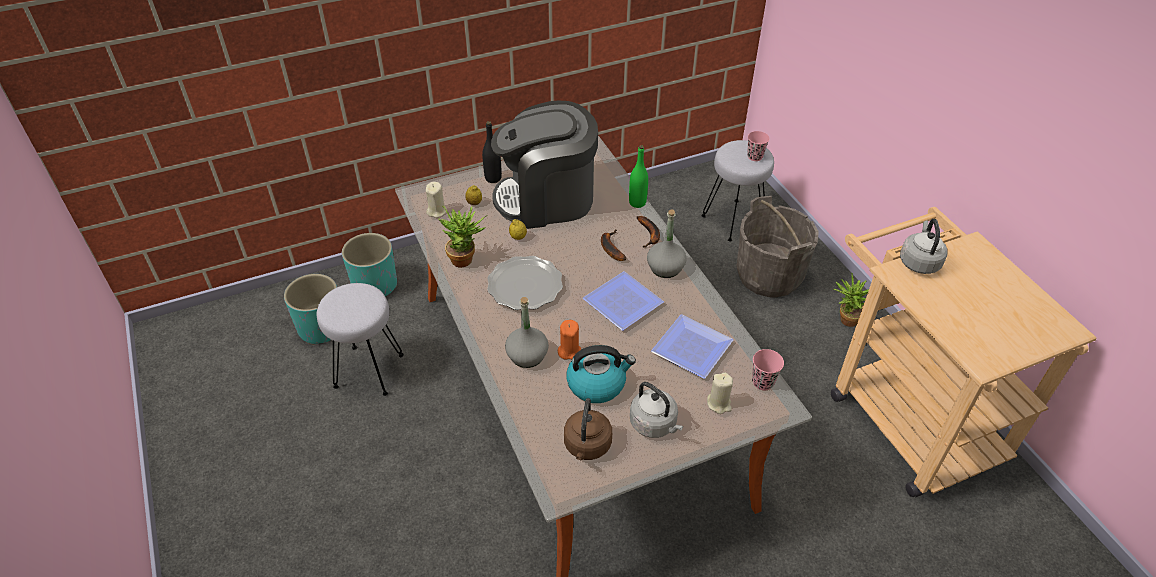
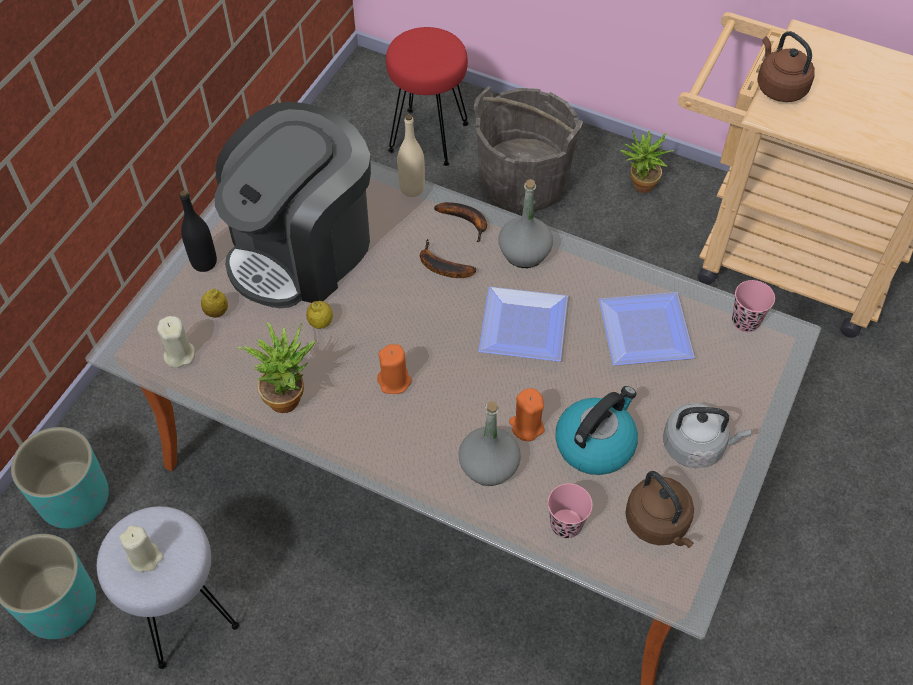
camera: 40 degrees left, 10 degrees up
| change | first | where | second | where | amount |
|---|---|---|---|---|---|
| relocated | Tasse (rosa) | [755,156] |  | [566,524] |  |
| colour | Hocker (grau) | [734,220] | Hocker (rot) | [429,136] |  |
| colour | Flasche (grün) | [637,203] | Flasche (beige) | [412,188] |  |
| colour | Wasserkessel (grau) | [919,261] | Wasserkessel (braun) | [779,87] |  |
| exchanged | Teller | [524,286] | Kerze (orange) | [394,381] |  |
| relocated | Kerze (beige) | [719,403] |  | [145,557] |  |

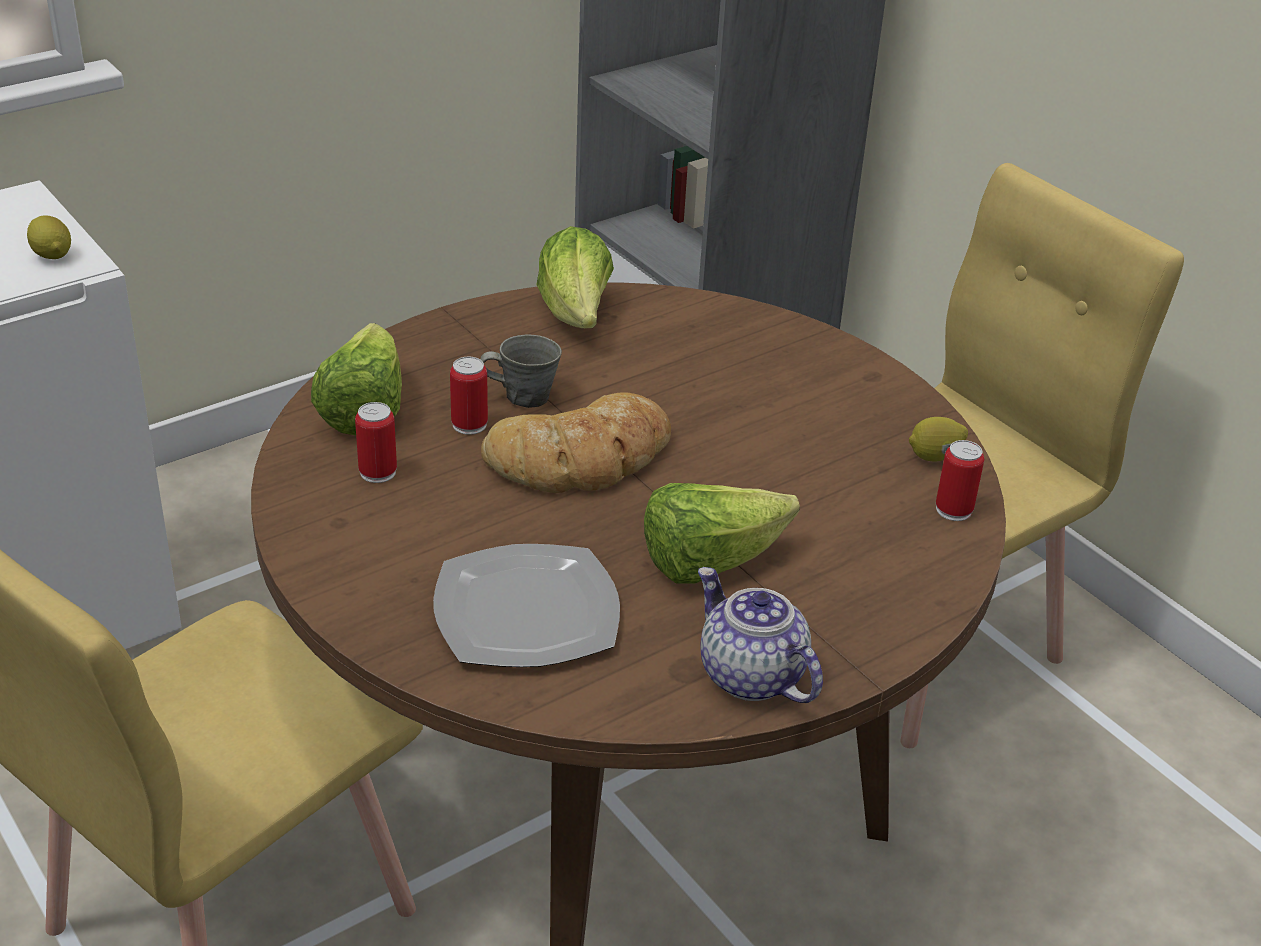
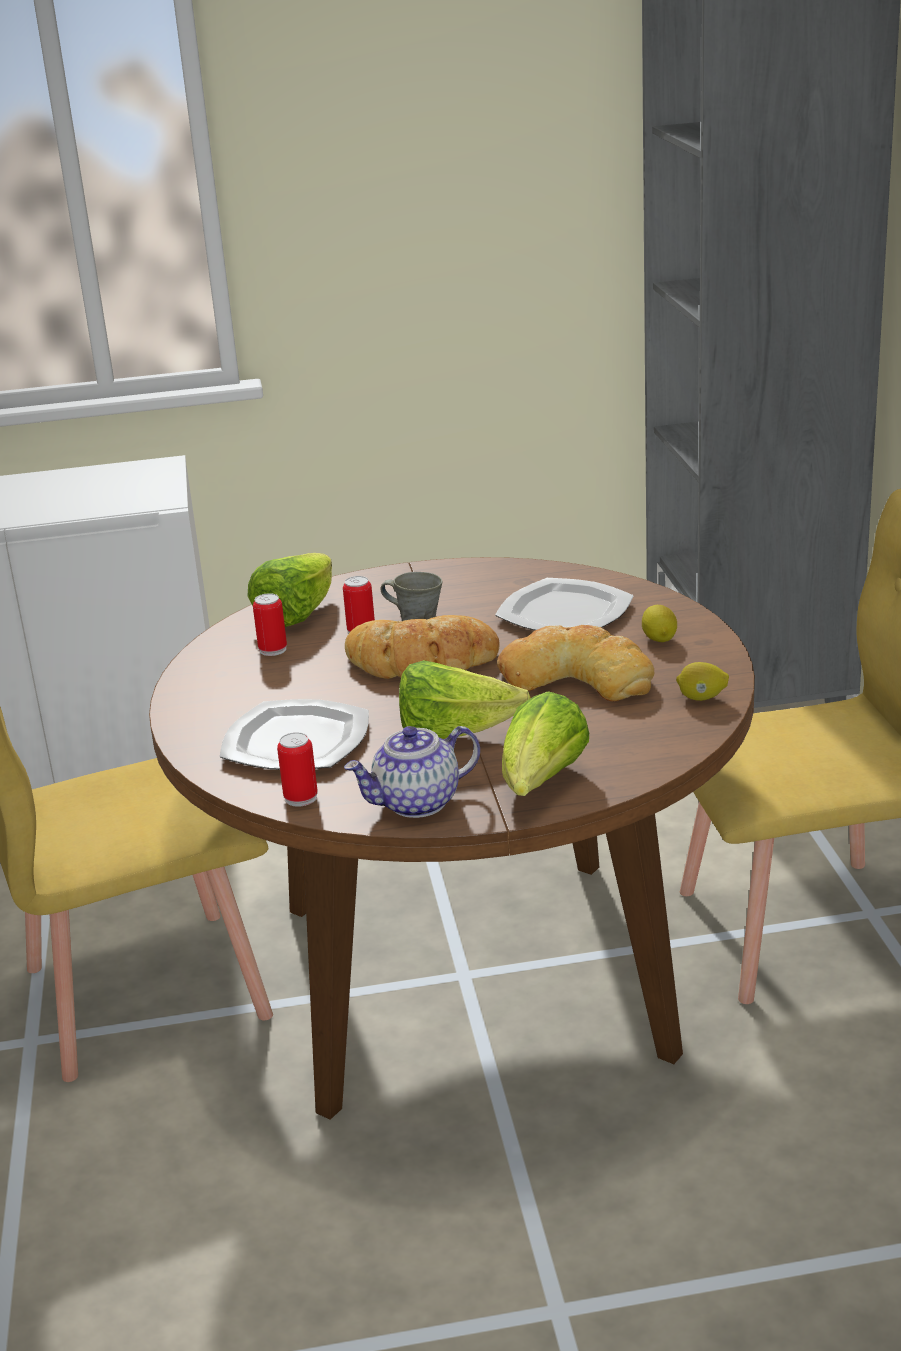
camera: 30 degrees right, 10 degrees down
| change | first | where | second | where | amount |
|---|---|---|---|---|---|
| relocated | Zitrone | [52,255] |  | [659,638] |  |
| relocated | Salatkopf | [576,315] |  | [542,783] |  |
| relocated | Dose | [953,510] |  | [301,798] |  |
| spun | Teekanne | [749,675] |  | [416,803] | 105 degrees counterclockwise |
| appeared |  |  | Teller | [566,612] |  |
| appeared |  |  | Brot | [577,677] |  |

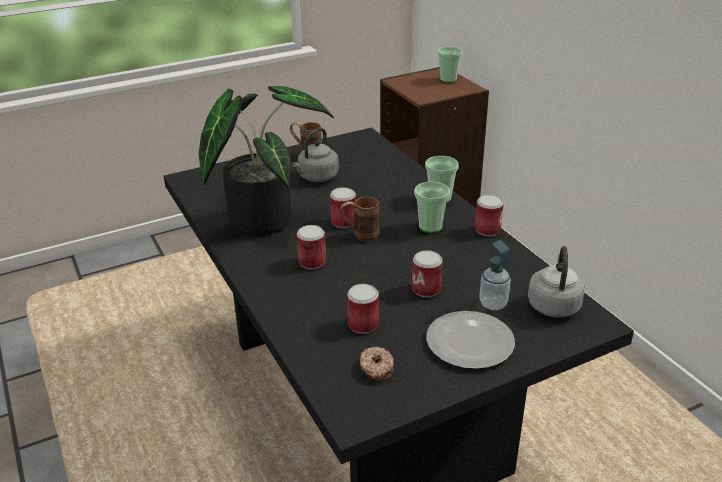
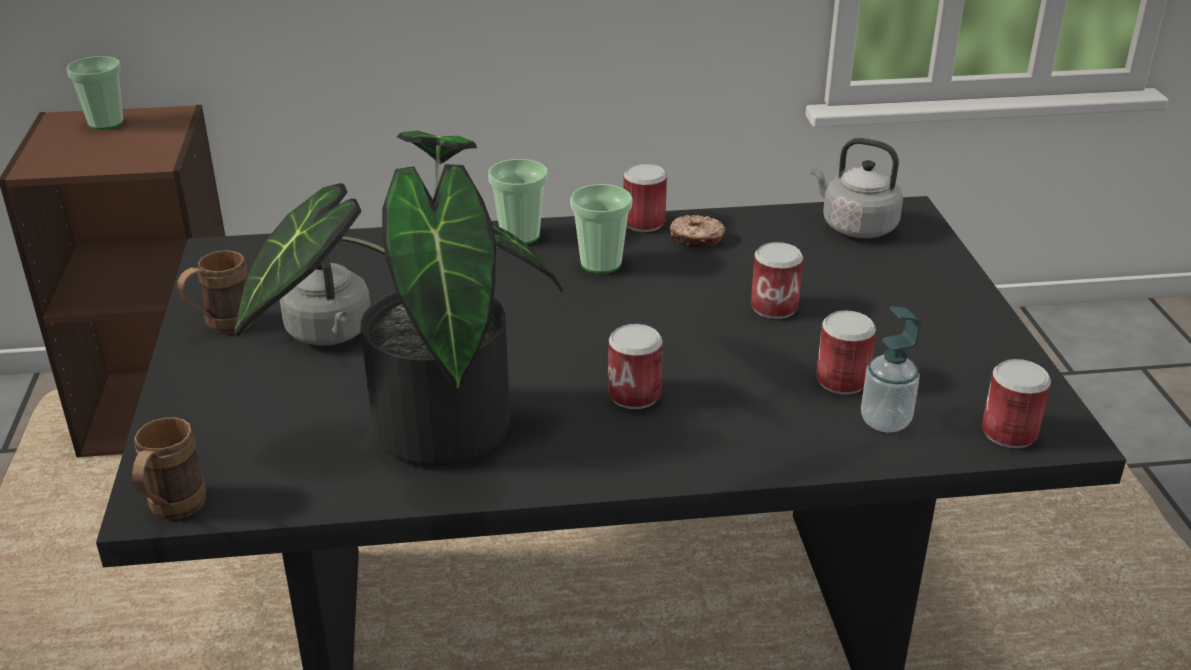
camera: 70 degrees left, 0 degrees up
| change | first | where | second | where | amount |
|---|---|---|---|---|---|
| relocated | Dose | [343,222] |  | [1009,432] |  |
| relocated | Henkelbecher (braun) | [360,236] |  | [171,511] |  |
| relocated | Seifenspender | [493,304] |  | [885,421] |  |
| missing | Teller | [471,342] |  |  |  |
| relocated | Donut | [376,368] |  | [696,239] |  |

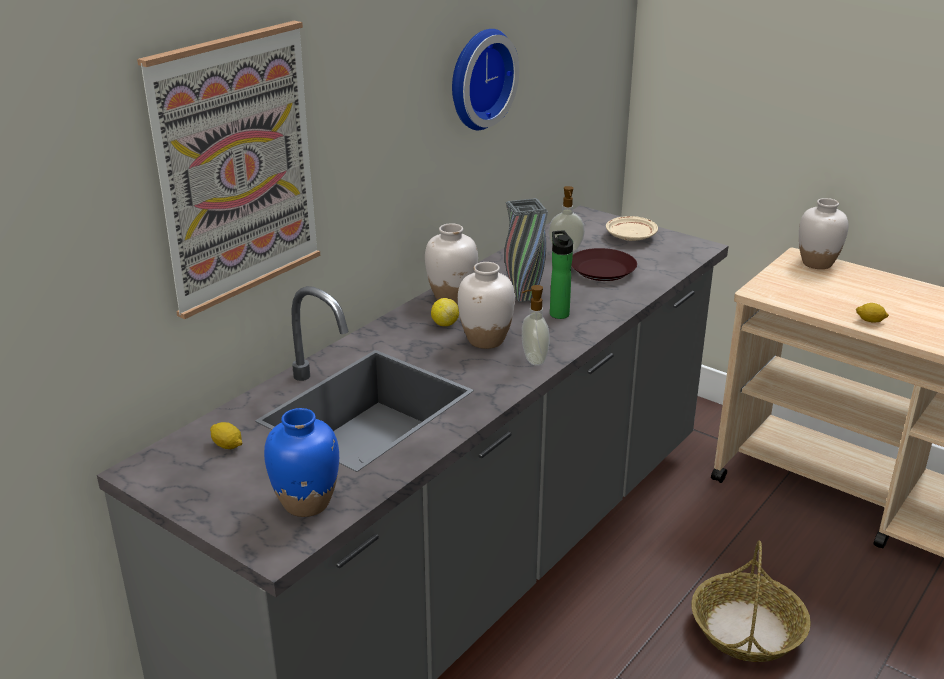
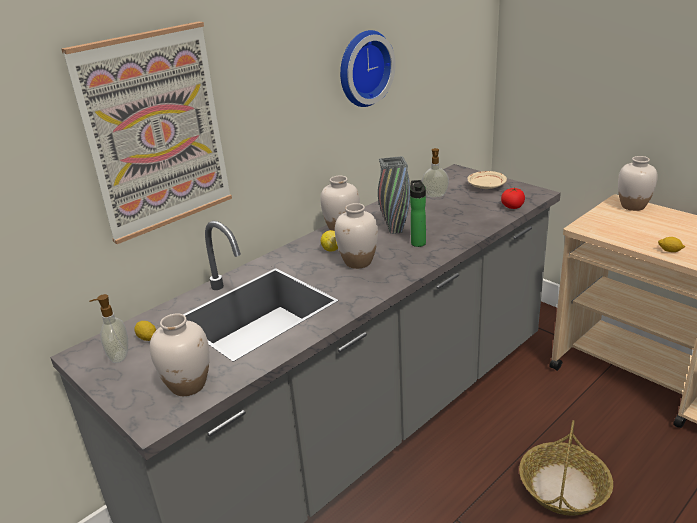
camera: 10 degrees right, 0 degrees up
| change | first | where | second | where | amount |
|---|---|---|---|---|---|
| missing | Teller (braun) | [601,270] |  |  |  |
| relocated | Seifenspender | [533,359] |  | [118,356] |  |
| colour | Vase (blau) | [307,503] | Vase (weiß) | [188,385] |  |
| appeared |  |  | Tomate | [512,207] |  |

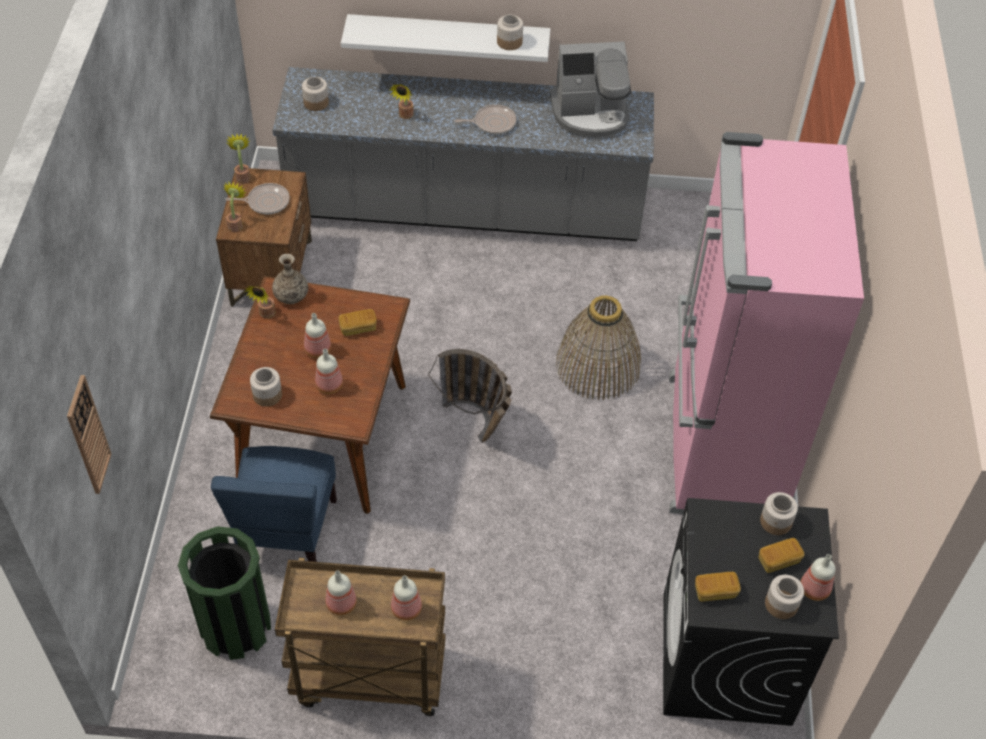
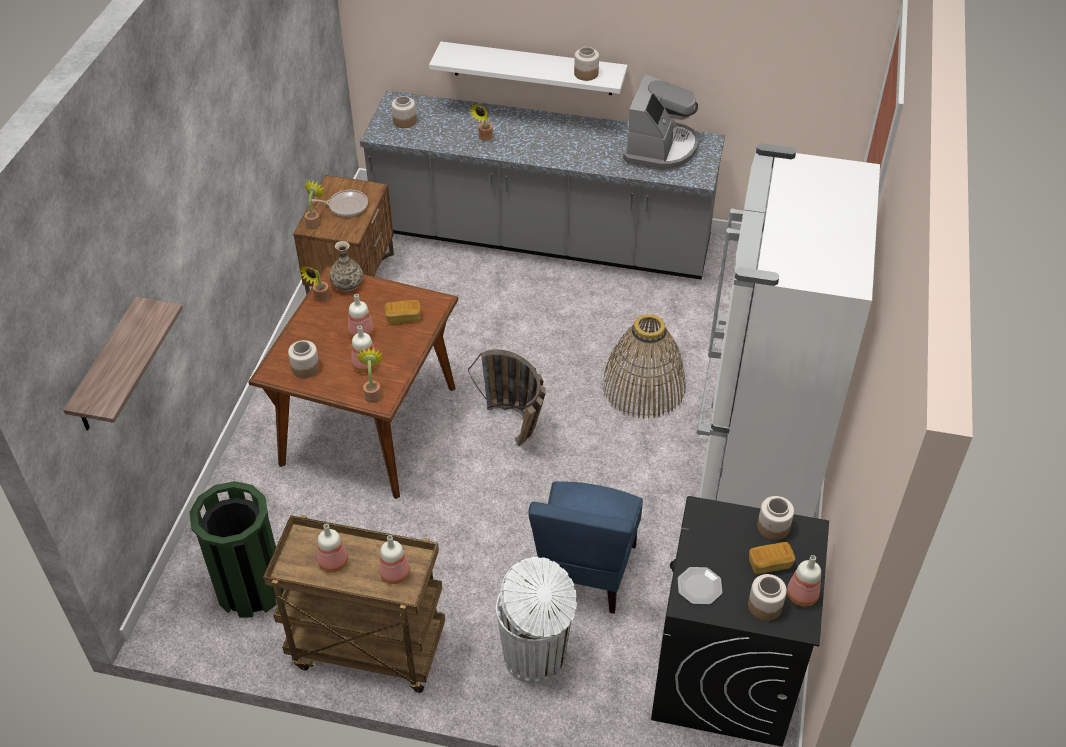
camera: 10 degrees right, 5 degrees down
| change | first | where | second | where | amount |
|---|---|---|---|---|---|
| spun | Kaffeemaschine | [590,113] |  | [660,148] | 75 degrees counterclockwise |
| missing | Pfanne | [492,123] |  |  |  |
| colour | Kühlschrank (rosa) | [720,447] | Kühlschrank (weiß) | [752,473] |  |
| relocated | Topfpflanze | [243,176] |  | [373,394] |  |
| exchanged | Wanduhr | [88,435] | Wandregal | [107,368] |  |
| relocated | Stuhl (blau) | [286,532] |  | [585,571] |  |
| exchanged | Brot | [715,591] | Teller | [699,586] |  |
| appeared |  |  | Mülleimer (weiß) | [536,658] |  |

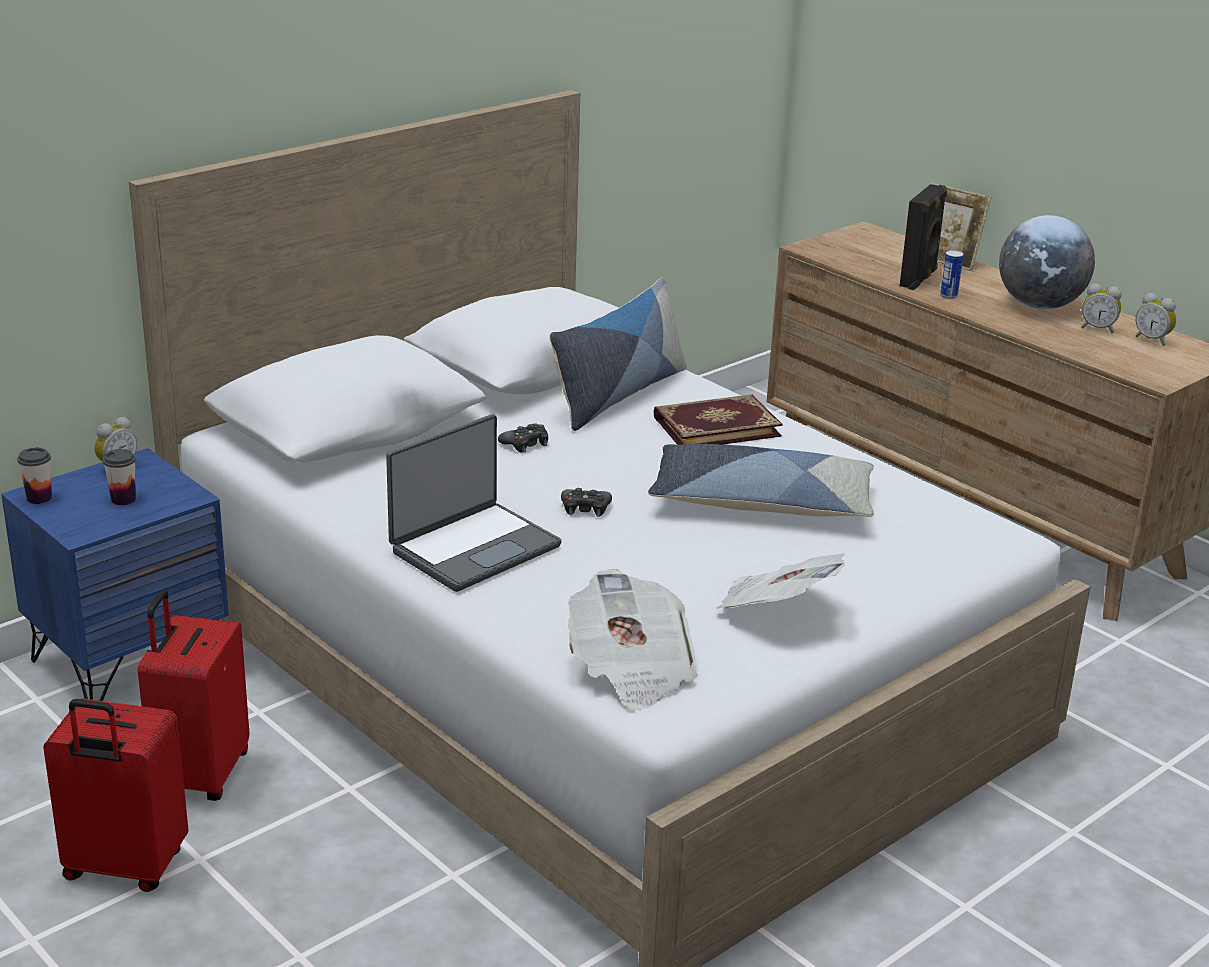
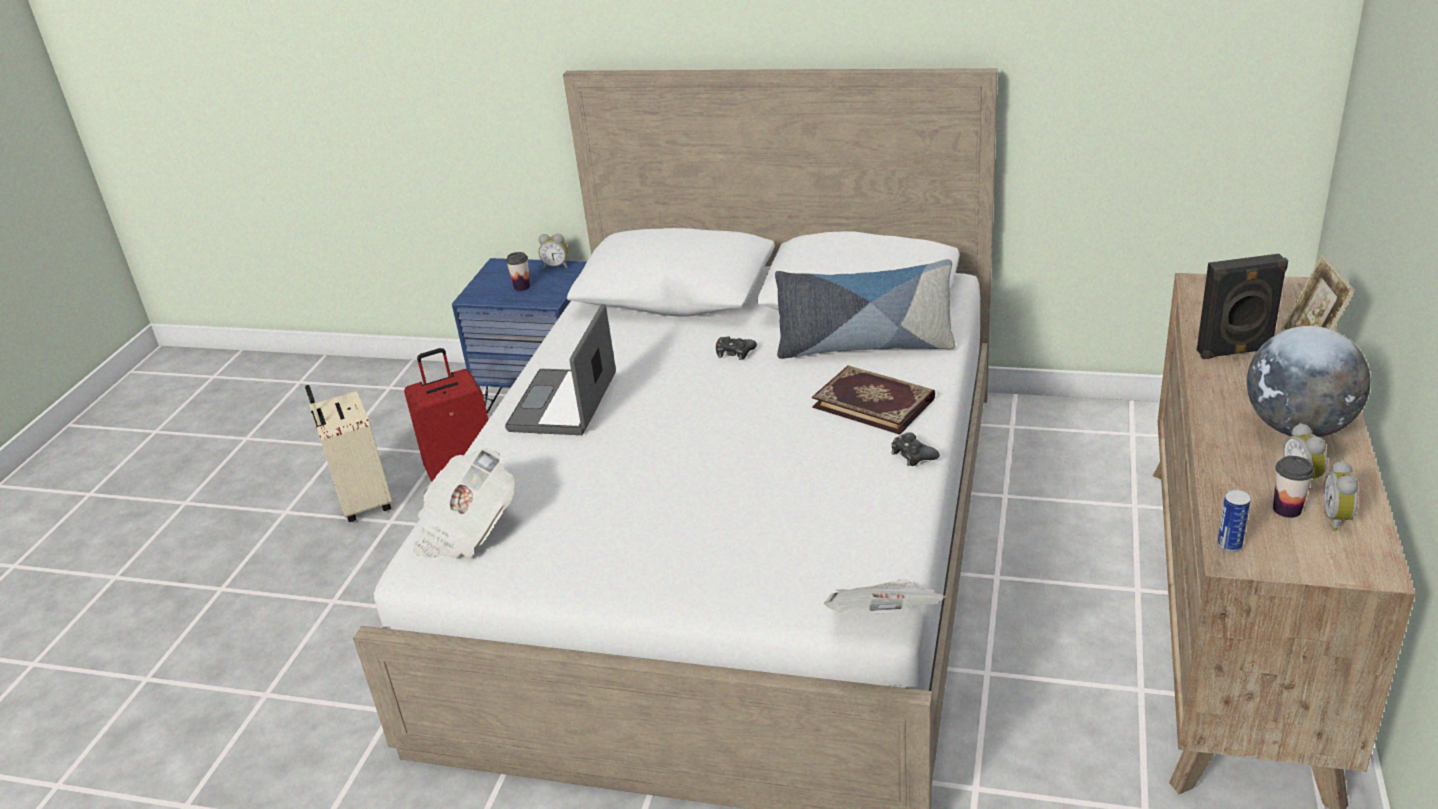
camera: 60 degrees right, 5 degrees up
| change | first | where | second | where | amount |
|---|---|---|---|---|---|
| relocated | Dose | [948,296] |  | [1229,545] |  |
| spun | Laptop | [473,548] |  | [565,404] | 90 degrees clockwise |
| missing | Kissen | [761,502] |  |  |  |
| relocated | Tasse | [39,498] |  | [1287,509] |  |
| relocated | Gamepad (schwarz) | [585,508] |  | [913,455] |  |
| relocated | Zeitung | [776,610] |  | [885,621] |  |
| colour | Koffer (rot) | [124,868] | Koffer (beige) | [363,503] |  |

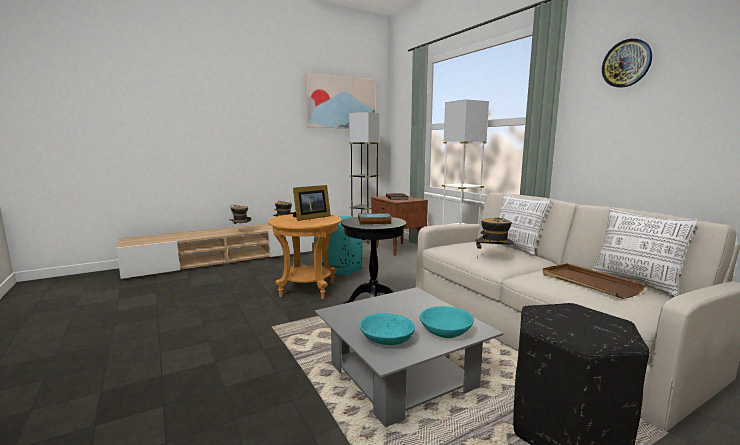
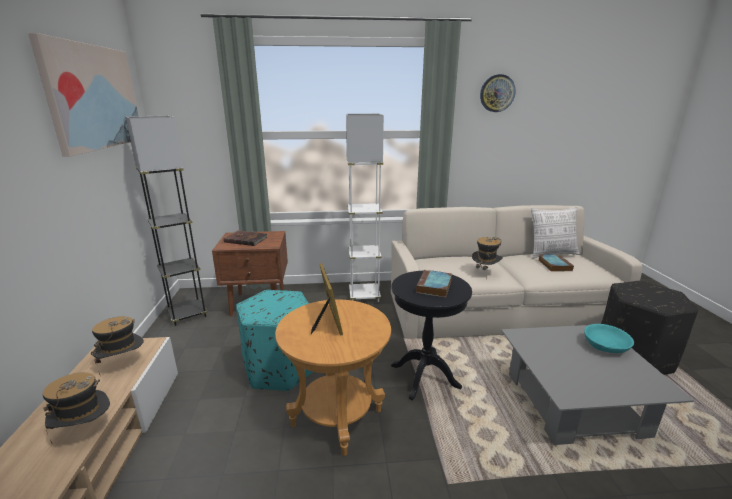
camera: 65 degrees left, 10 degrees up
| change | first | where | second | where | amount |
|---|---|---|---|---|---|
| missing | Kissen | [515,248] |  |  |  |
| exchanged | Tablett (braun) | [588,283] | Buch | [554,265] |  |
| missing | Schüssel (türkis) | [386,339] |  |  |  |

